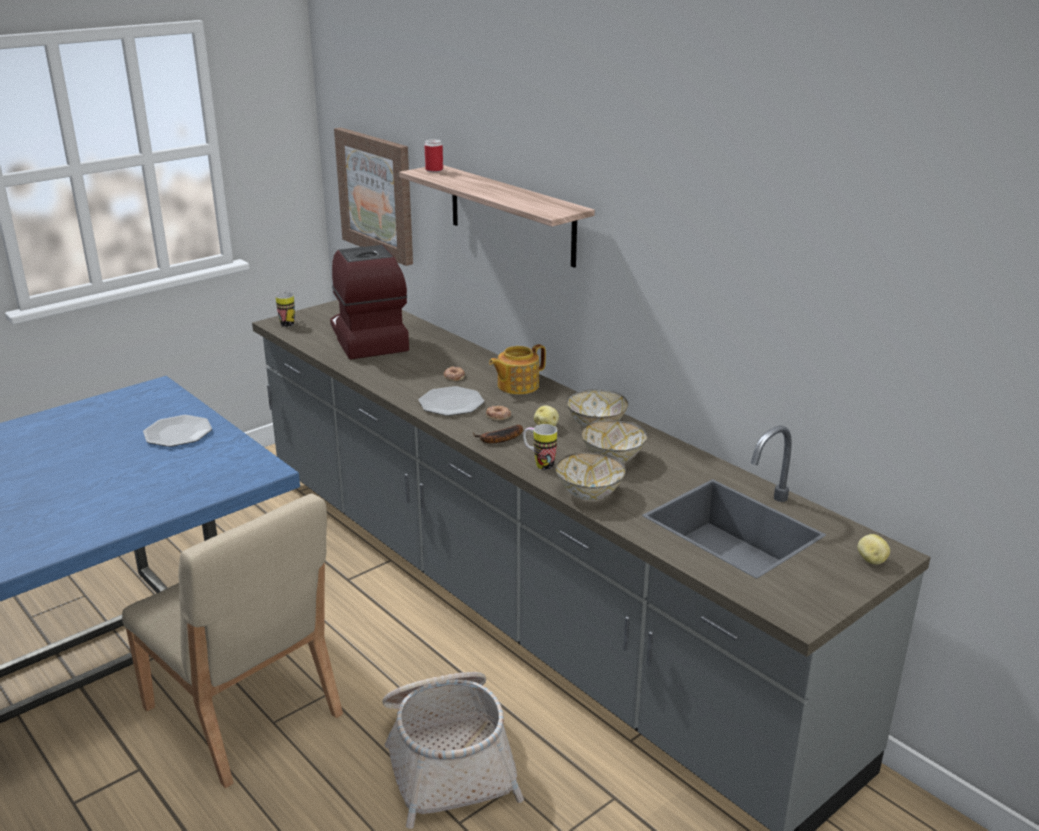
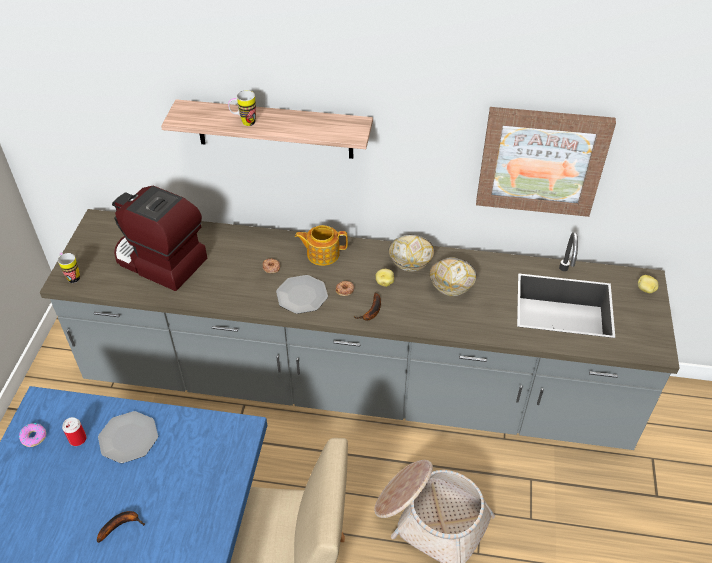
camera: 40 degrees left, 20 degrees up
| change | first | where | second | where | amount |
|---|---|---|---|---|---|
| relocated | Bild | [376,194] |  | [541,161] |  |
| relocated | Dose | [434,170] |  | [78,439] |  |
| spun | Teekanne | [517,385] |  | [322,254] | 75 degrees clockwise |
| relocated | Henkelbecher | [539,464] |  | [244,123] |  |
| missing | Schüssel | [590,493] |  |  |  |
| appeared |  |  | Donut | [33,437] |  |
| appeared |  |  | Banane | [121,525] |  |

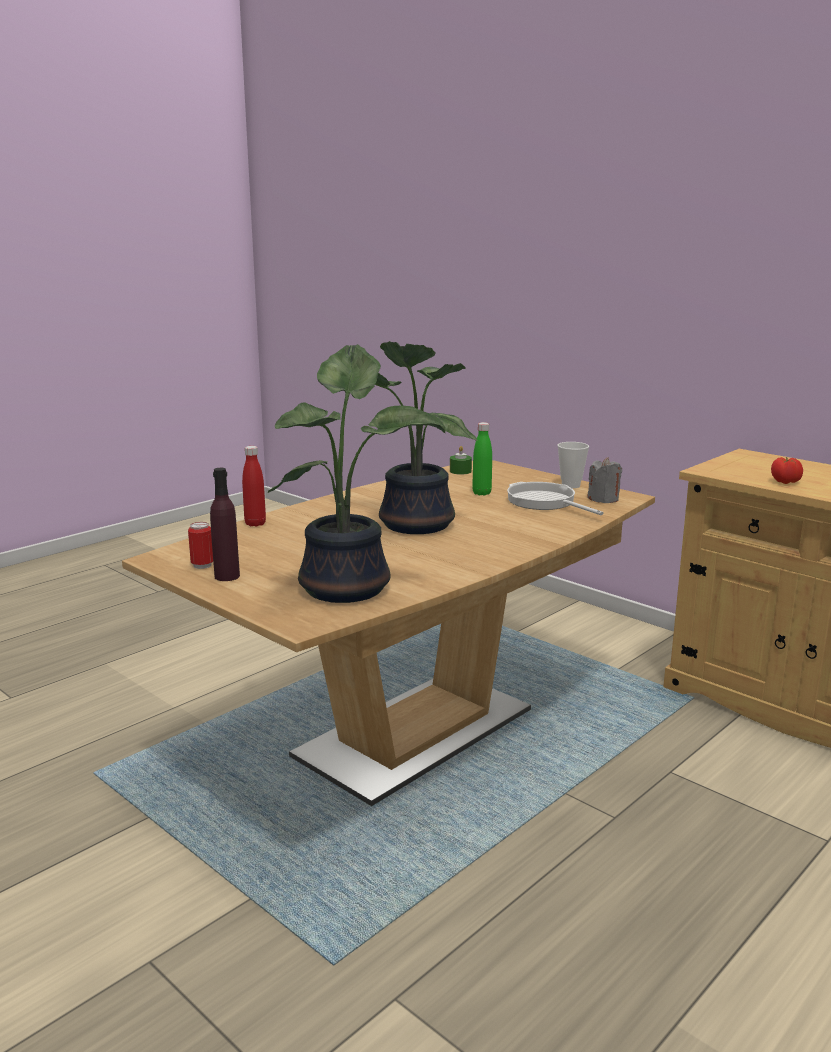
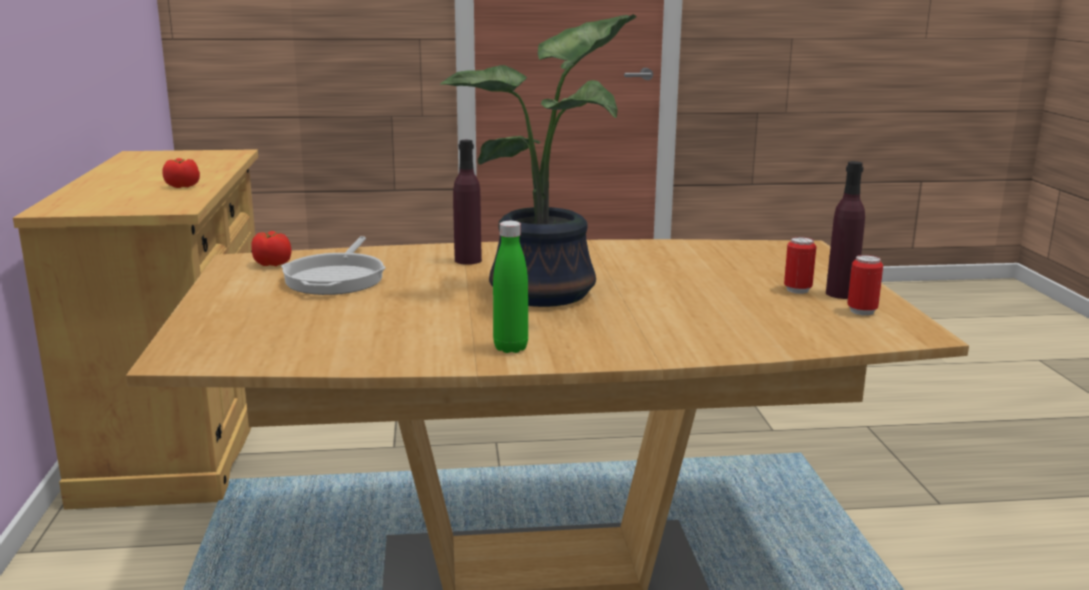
camera: 140 degrees left, 0 degrees up
| change | first | where | second | where | amount |
|---|---|---|---|---|---|
| missing | Topfpflanze | [349,586] |  |  |  |
| relocated | Flasche (grün) | [481,493] |  | [510,348] |  |
| missing | Tasse | [571,485] |  |  |  |
| missing | Flasche (rot) | [255,524] |  |  |  |
| missing | Kerze (grün) | [460,471] |  |  |  |
| exchanged | Kerze (grau) | [603,499] | Tomate | [272,264] |  |
| appeared |  |  | Flasche (lila) | [468,260] |  |
| appeared |  |  | Dose | [797,290] |  |

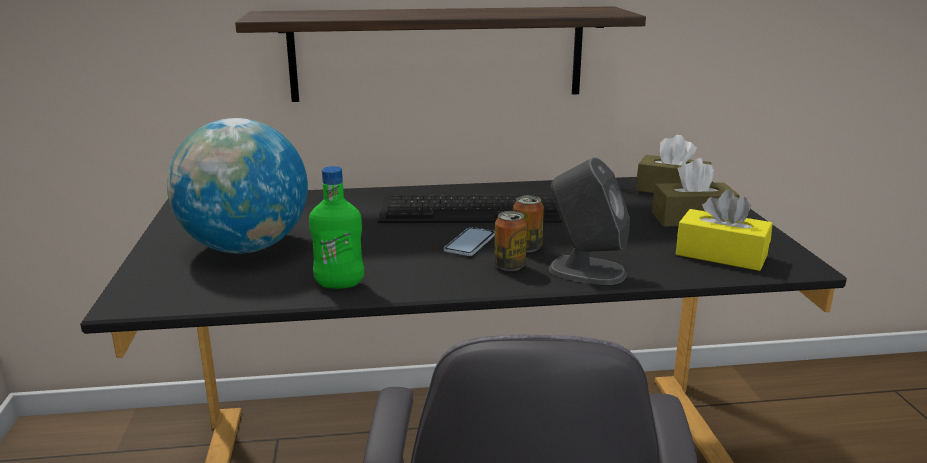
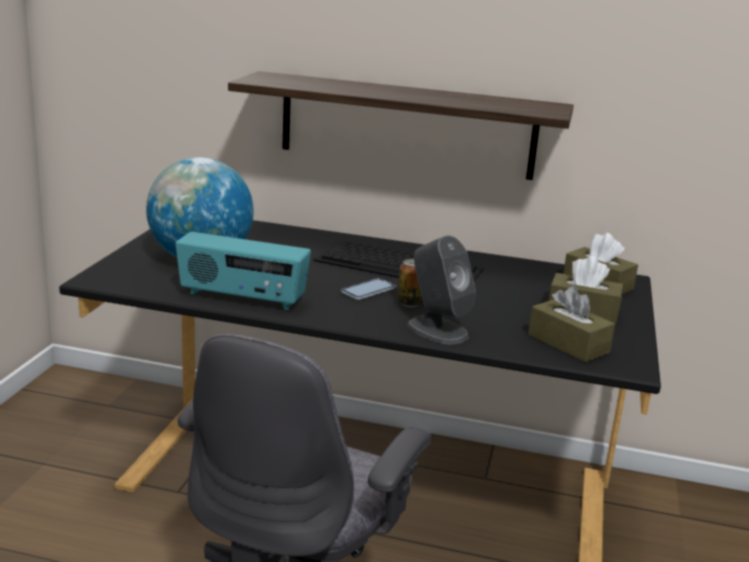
camera: 20 degrees right, 0 degrees up
| change | first | where | second | where | amount |
|---|---|---|---|---|---|
| exchanged | Flasche (grün) | [339,284] | Radio | [242,298] |  |
| colour | Taschentuchbox (gelb) | [721,255] | Taschentuchbox (braun) | [568,344] |  |
| missing | Dose | [510,266] |  |  |  |

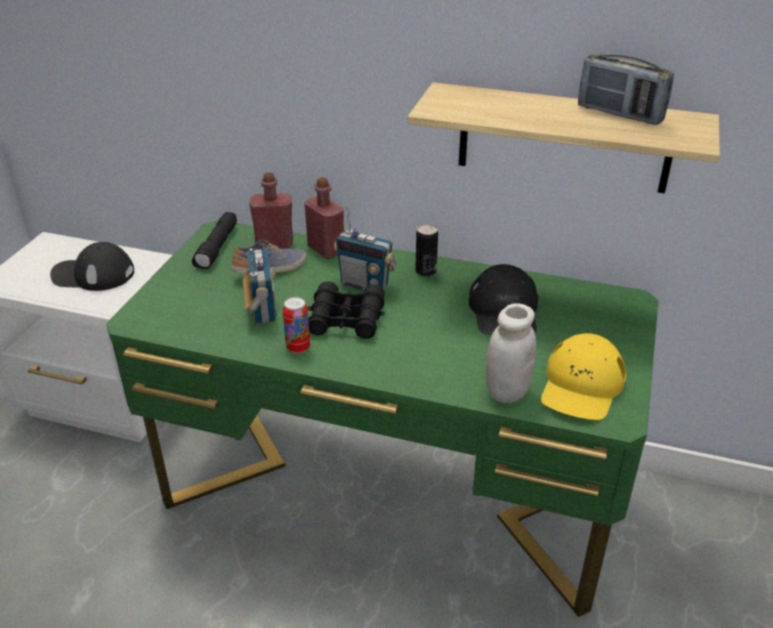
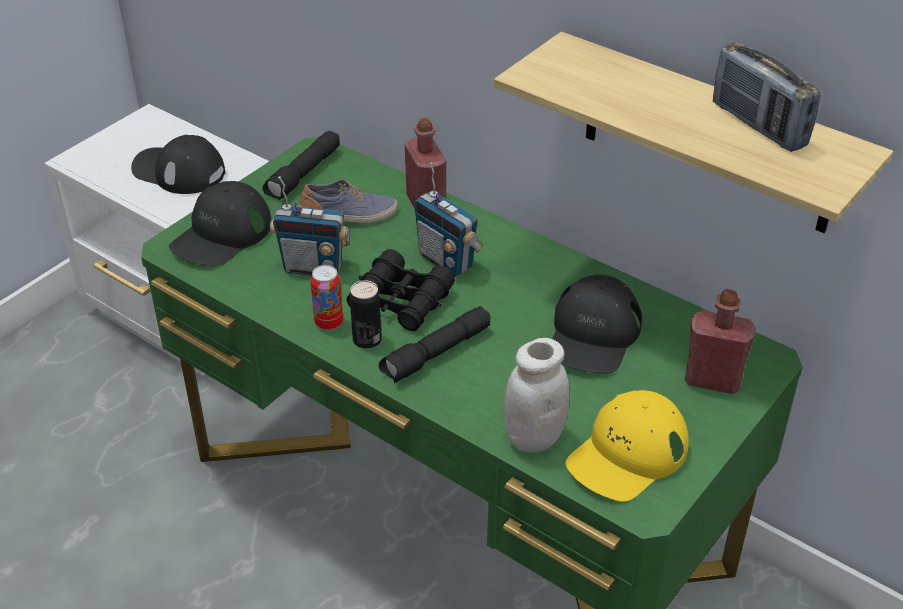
camera: 20 degrees right, 5 degrees up
| change | first | where | second | where | amount |
|---|---|---|---|---|---|
| relocated | Flasche (rot) | [274,244] |  | [712,380] |  |
| relocated | Dose | [425,271] |  | [367,340] |  |
| spun | Radio | [262,311] |  | [313,267] | 90 degrees clockwise |
| appeared |  |  | Kappe (schwarz) | [222,234] |  |
| appeared |  |  | Taschenlampe (schwarz) | [436,354] |  |

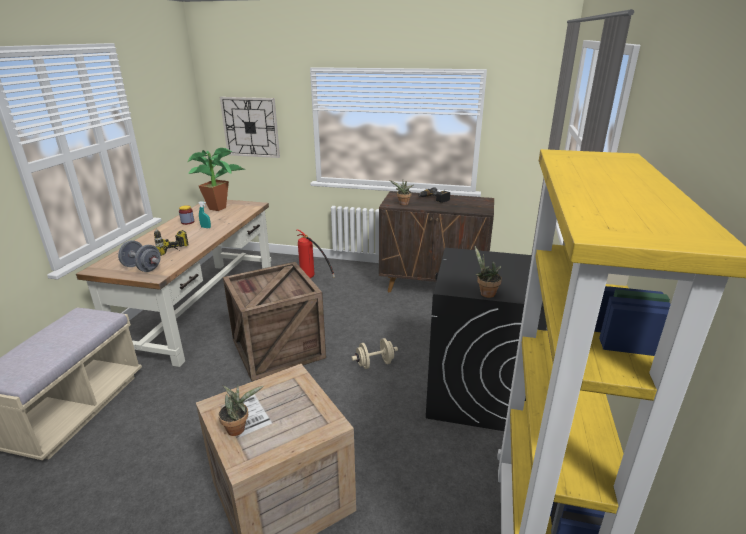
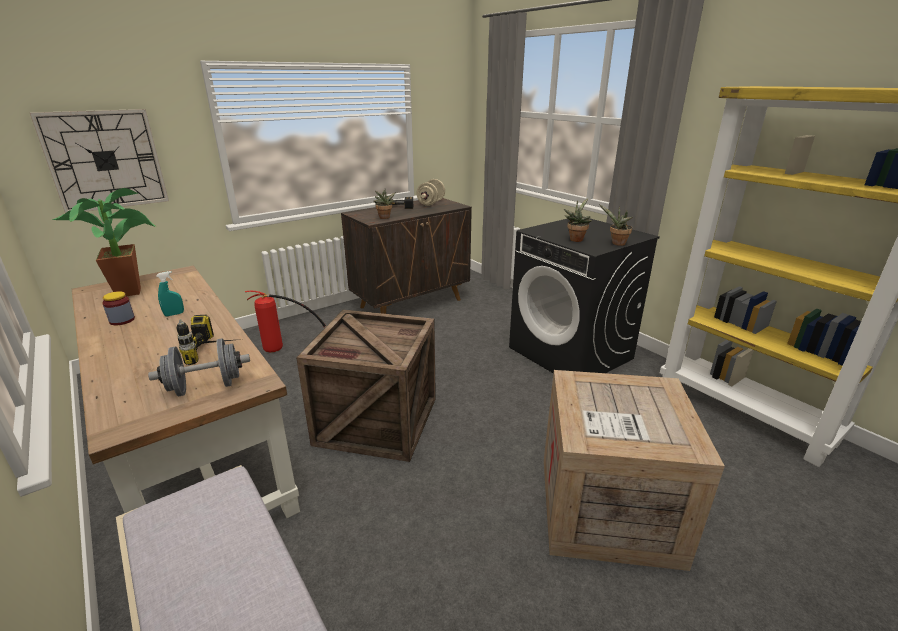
camera: 50 degrees left, 0 degrees up
| change | first | where | second | where | amount |
|---|---|---|---|---|---|
| relocated | Hantel (beige) | [375,363] |  | [431,203] |  |
| relocated | Topfpflanze | [239,428] |  | [575,239] |  |

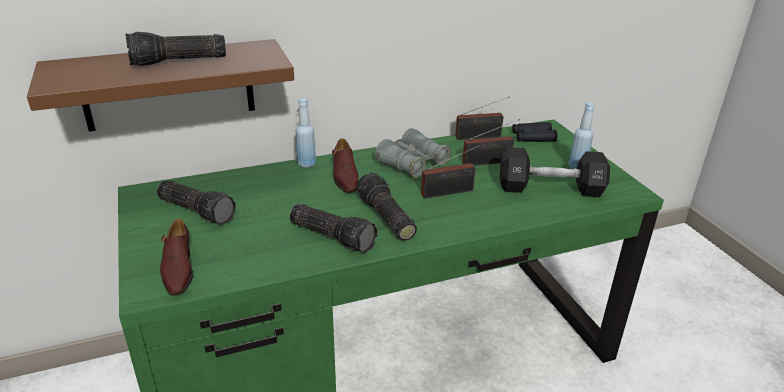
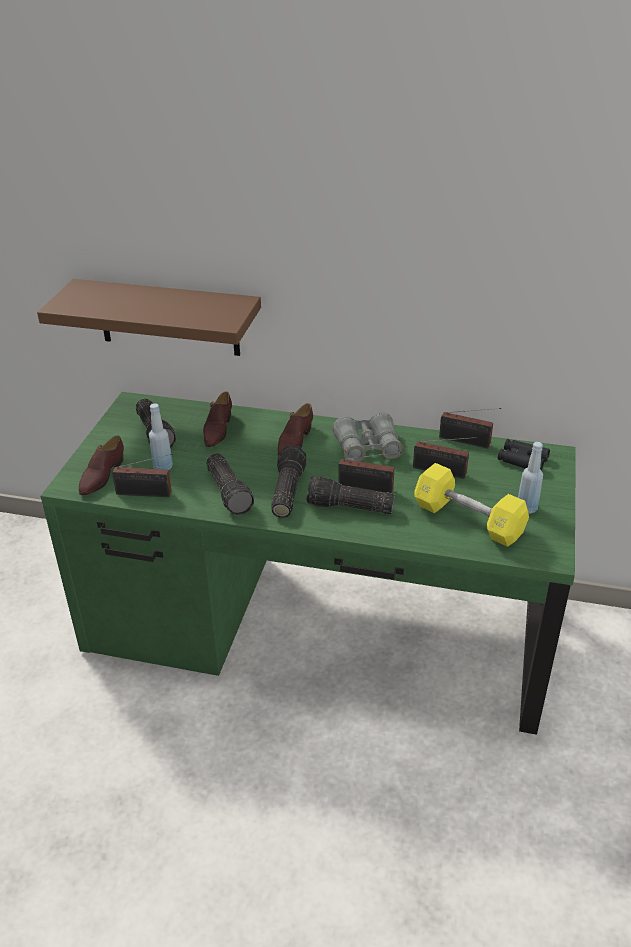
camera: 35 degrees right, 5 degrees up
| change | first | where | second | where | amount |
|---|---|---|---|---|---|
| relocated | Taschenlampe | [178,62] |  | [349,508] |  |
| relocated | Flasche (blau) | [307,164] |  | [163,467] |  |
| colour | Hantel (schwarz) | [550,188] | Hantel (gelb) | [468,519] |  |
| appeared |  |  | Schuh (braun) | [217,430] |  |
| appeared |  |  | Radio | [147,493] |  |

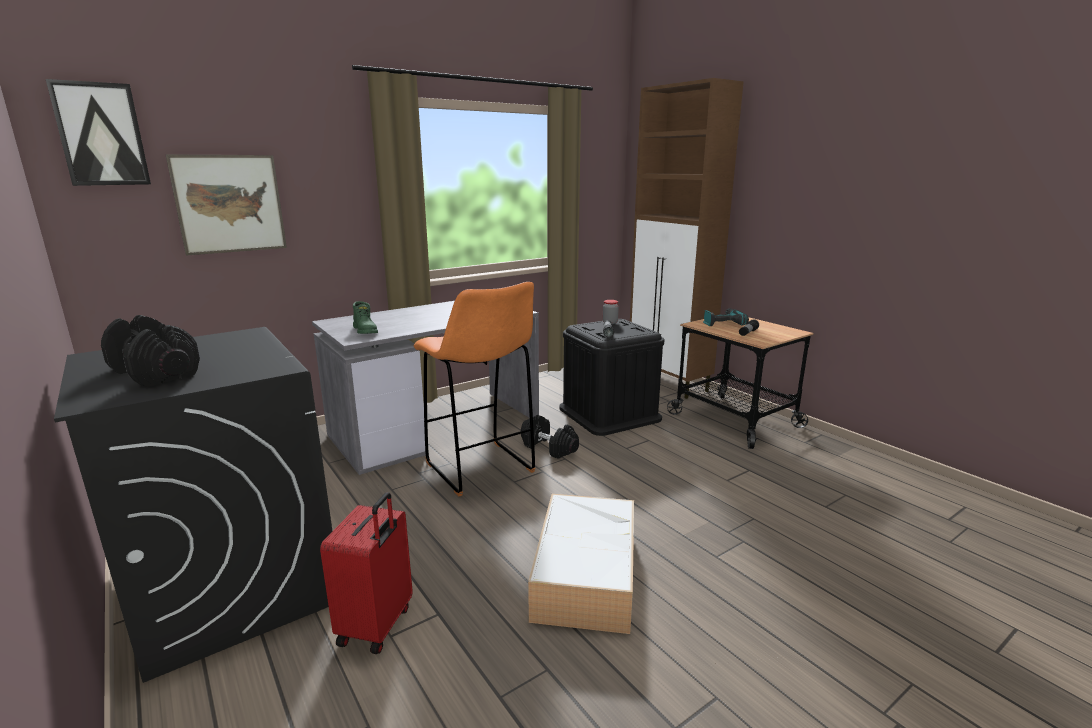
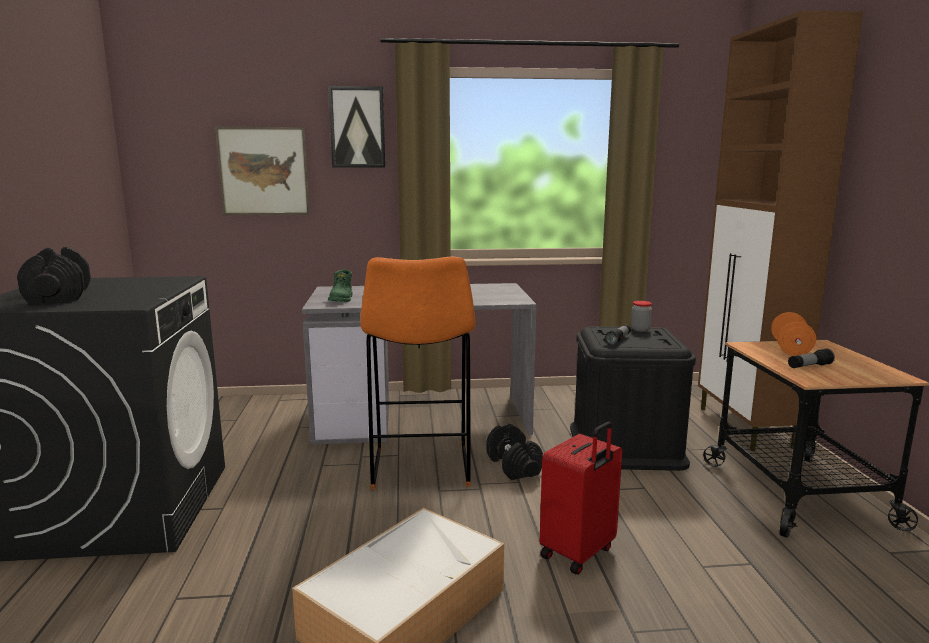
camera: 30 degrees right, 5 degrees down
| change | first | where | second | where | amount |
|---|---|---|---|---|---|
| relocated | Bild | [101,134] |  | [357,127] |  |
| exchanged | Bohrmaschine | [722,323] | Hantel (orange) | [790,349] |  |
| relocated | Koffer (rot) | [377,626] |  | [579,553] |  |

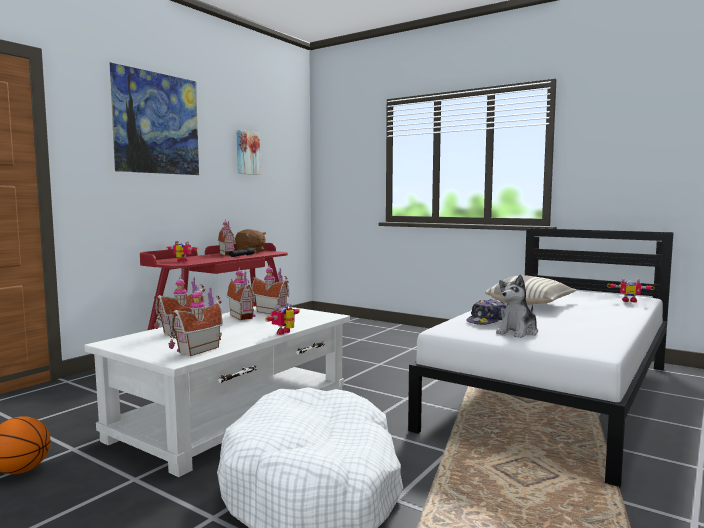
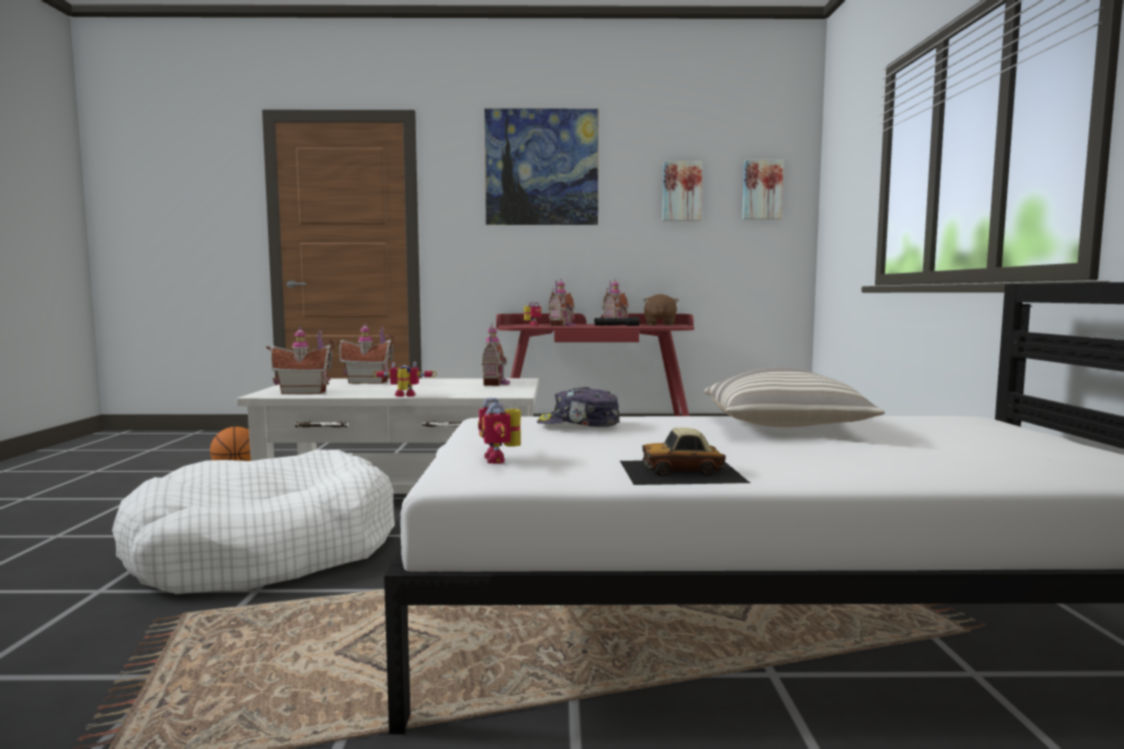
camera: 55 degrees right, 0 degrees up
| change | first | where | second | where | amount |
|---|---|---|---|---|---|
| relocated | Spielzeughaus | [243,316] |  | [564,325] |  |
| missing | Plüschtier | [518,332] |  |  |  |
| relocated | Spielzeugroboter | [629,301] |  | [501,459] |  |
| appeared |  |  | Bild | [761,190] |  |
| appeared |  |  | Spielzeugauto | [682,471] |  |

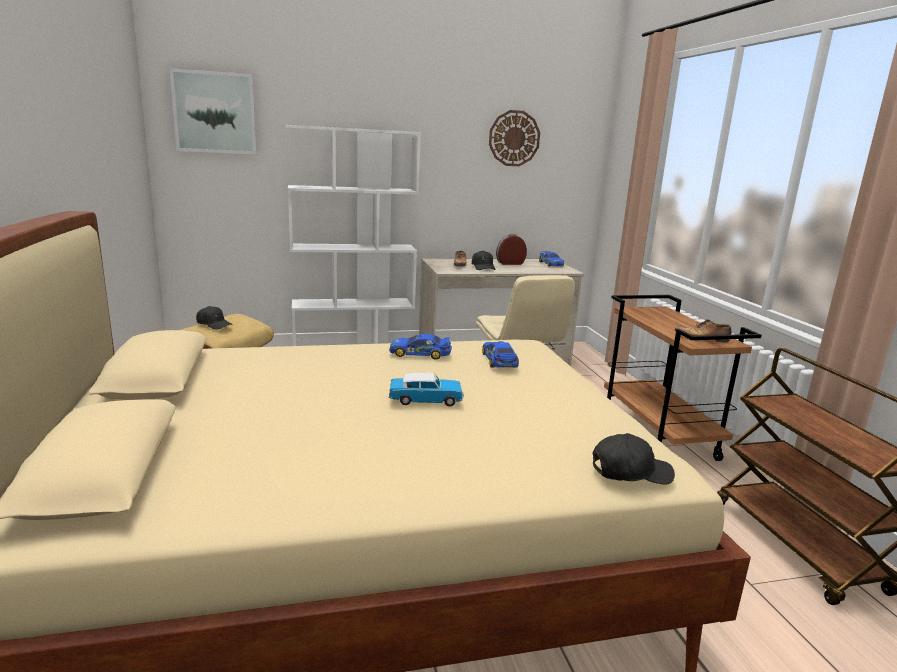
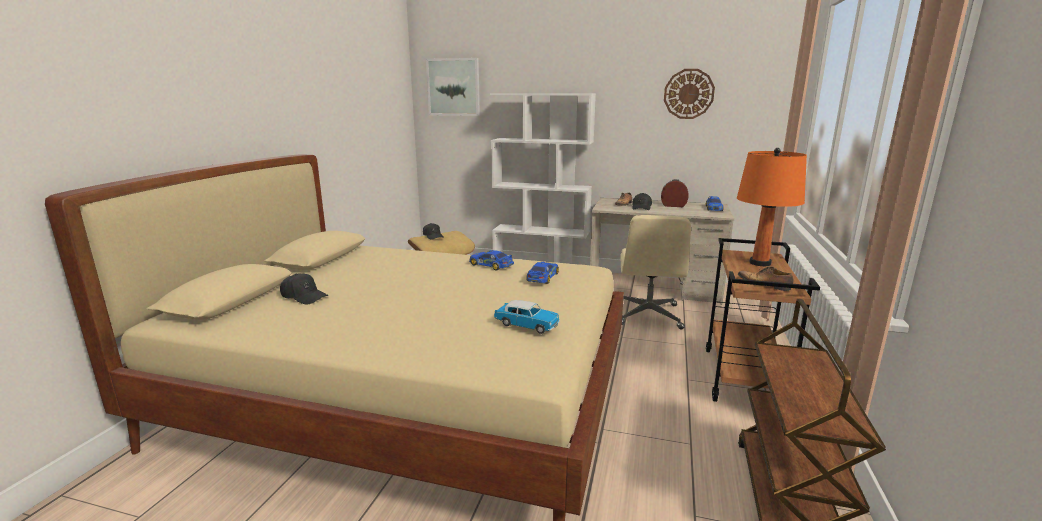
camera: 30 degrees right, 0 degrees up
| change | first | where | second | where | amount |
|---|---|---|---|---|---|
| relocated | Spielzeugauto | [426,400] |  | [527,325] |  |
| relocated | Kappe (schwarz) | [630,472] |  | [304,296] |  |
| appeared |  |  | Tischlampe (orange) | [759,263] |  |

